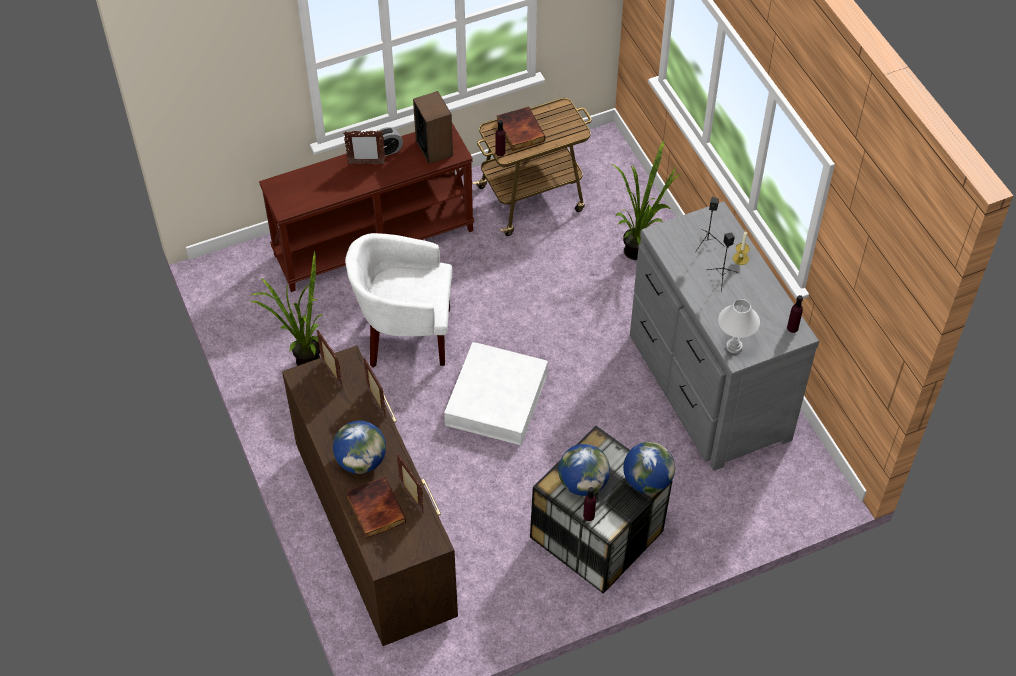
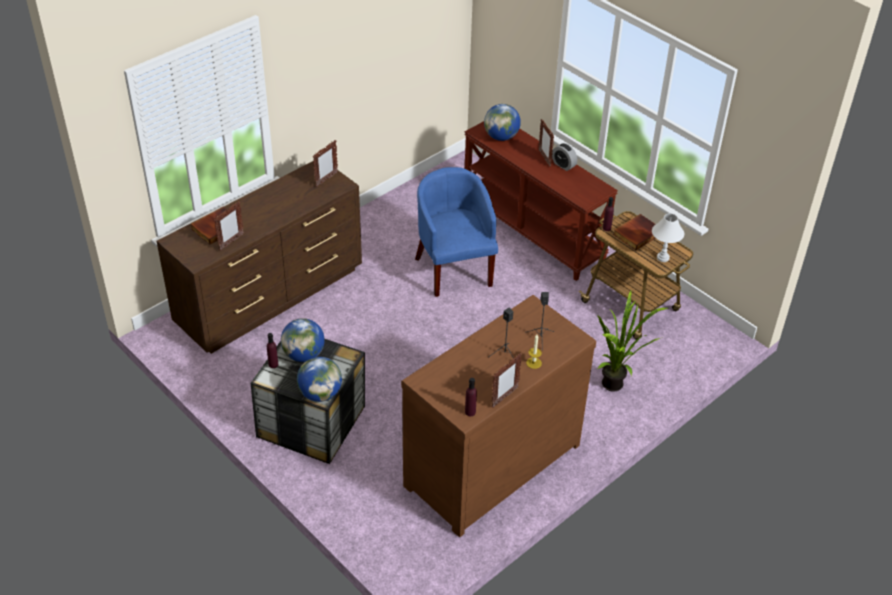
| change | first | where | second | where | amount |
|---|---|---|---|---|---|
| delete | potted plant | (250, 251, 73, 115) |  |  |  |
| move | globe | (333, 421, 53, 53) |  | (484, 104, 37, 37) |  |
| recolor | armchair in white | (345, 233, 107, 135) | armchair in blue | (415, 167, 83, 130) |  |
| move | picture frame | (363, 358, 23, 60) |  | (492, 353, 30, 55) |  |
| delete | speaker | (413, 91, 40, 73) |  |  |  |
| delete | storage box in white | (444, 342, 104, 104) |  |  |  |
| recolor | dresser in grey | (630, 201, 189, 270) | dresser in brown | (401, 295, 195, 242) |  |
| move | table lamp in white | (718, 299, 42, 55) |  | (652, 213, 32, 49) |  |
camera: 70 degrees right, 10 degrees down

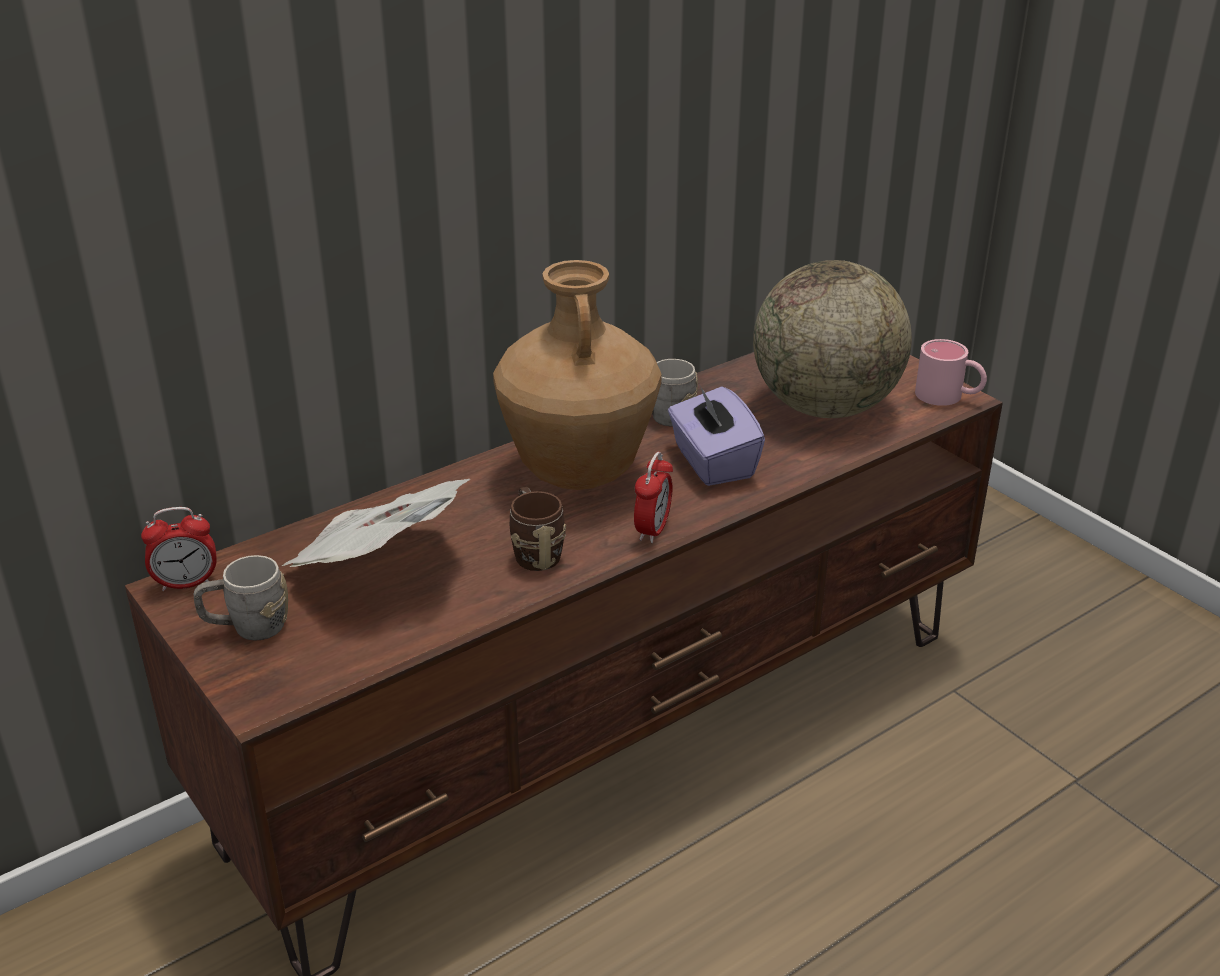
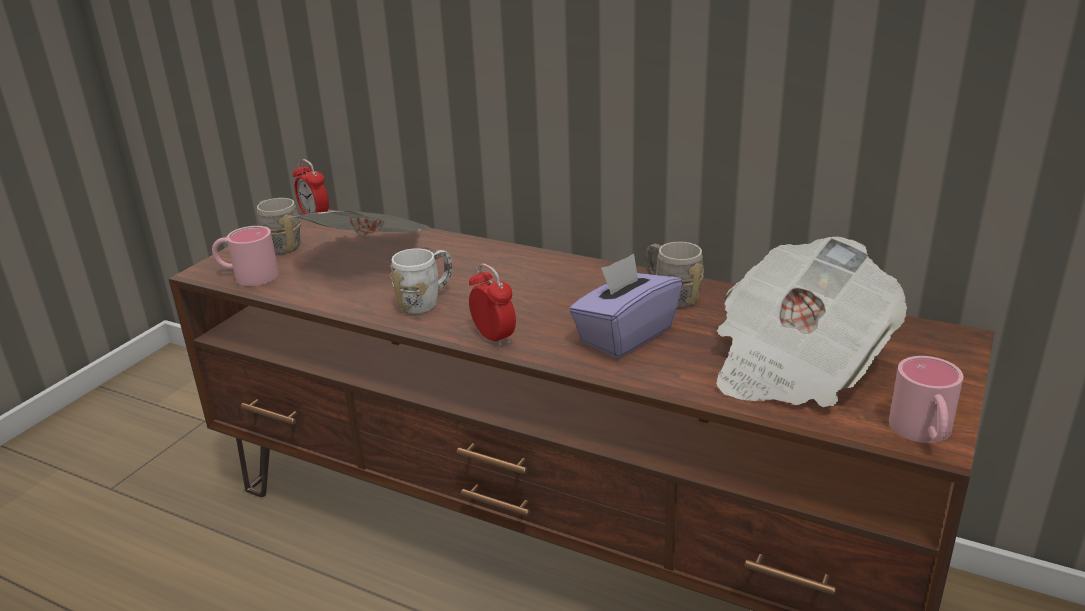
| change | first | where | second | where | amount |
|---|---|---|---|---|---|
| delete | vase in brown | (493, 260, 169, 230) |  |  |  |
| recolor | mug in brown | (510, 487, 56, 84) | mug in white | (391, 248, 61, 66) |  |
| rotate | alarm clock | (634, 452, 39, 91) |  | (469, 264, 47, 83) | 120 degrees counterclockwise |
| replace | globe | (753, 260, 159, 158) | newspaper | (716, 236, 191, 171) |  |
| insert |  |  | mug in pink | (212, 226, 67, 60) |  |
camera: 65 degrees right, 5 degrees down

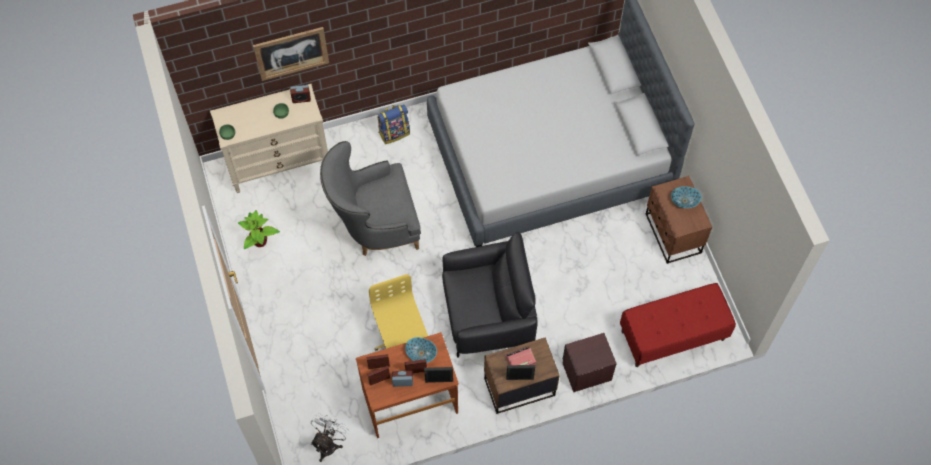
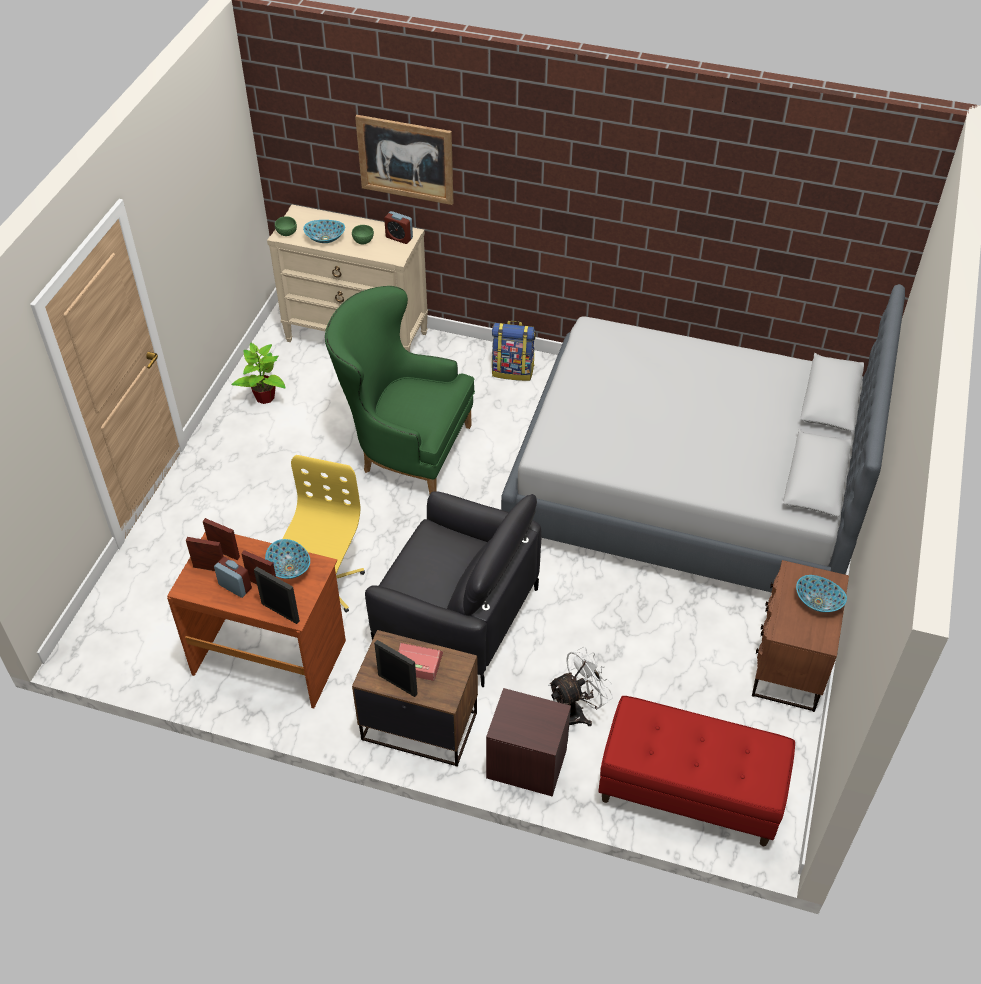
| change | first | where | second | where | amount |
|---|---|---|---|---|---|
| move | fan in white | (311, 413, 38, 49) |  | (548, 647, 65, 79) |  |
| recolor | armchair in grey | (320, 141, 101, 115) | armchair in green | (325, 286, 150, 208) |  |
| insert |  |  | bowl | (303, 220, 42, 23) |  |
camera: 35 degrees right, 15 degrees down

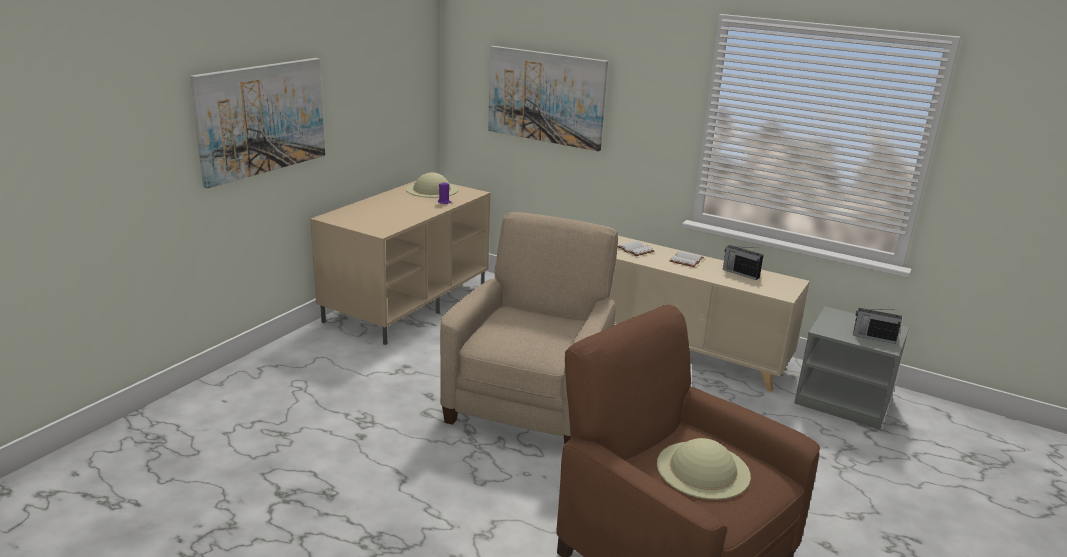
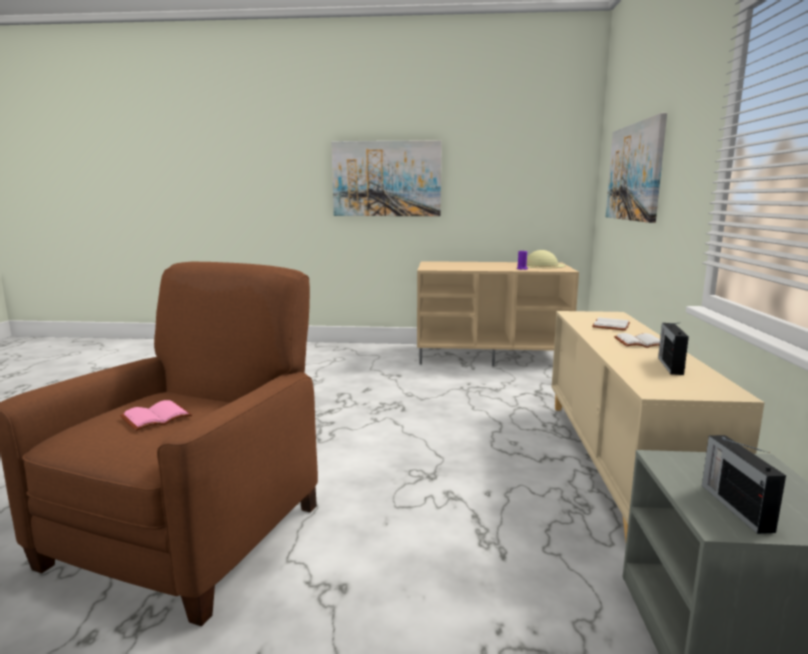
| change | first | where | second | where | amount |
|---|---|---|---|---|---|
| delete | armchair in beige | (440, 212, 178, 232) |  |  |  |
| replace | hat in beige | (657, 438, 94, 62) | book in pink | (120, 400, 72, 31) |  |
camera: 65 degrees right, 10 degrees down

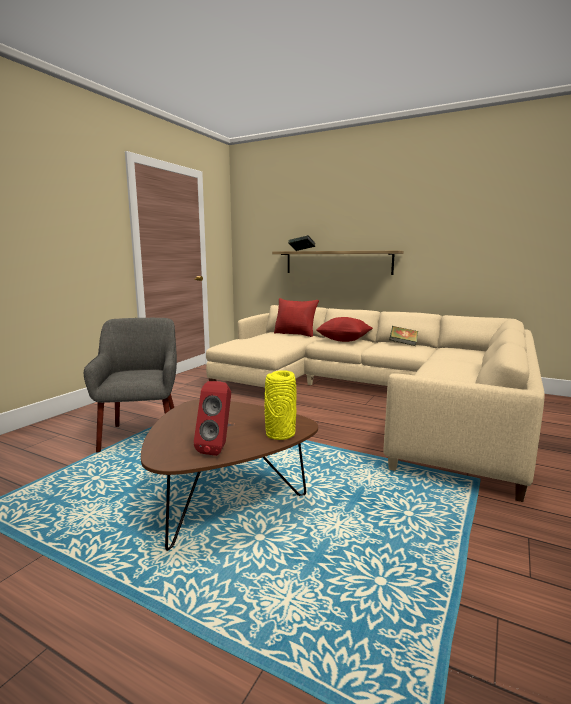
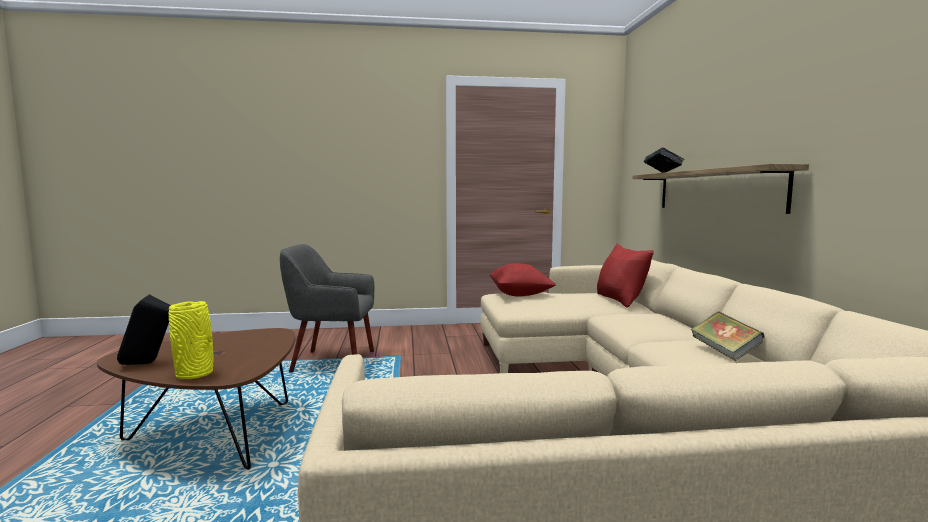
| change | first | where | second | where | amount |
|---|---|---|---|---|---|
| rotate | armchair in grey | (84, 318, 93, 135) |  | (280, 244, 94, 129) | 135 degrees counterclockwise |
| recolor | speaker in red | (194, 381, 37, 75) | speaker in black | (117, 294, 54, 71) |  |
| move | pillow in red | (316, 317, 57, 25) |  | (489, 263, 67, 34) |  |
camera: 55 degrees right, 5 degrees down

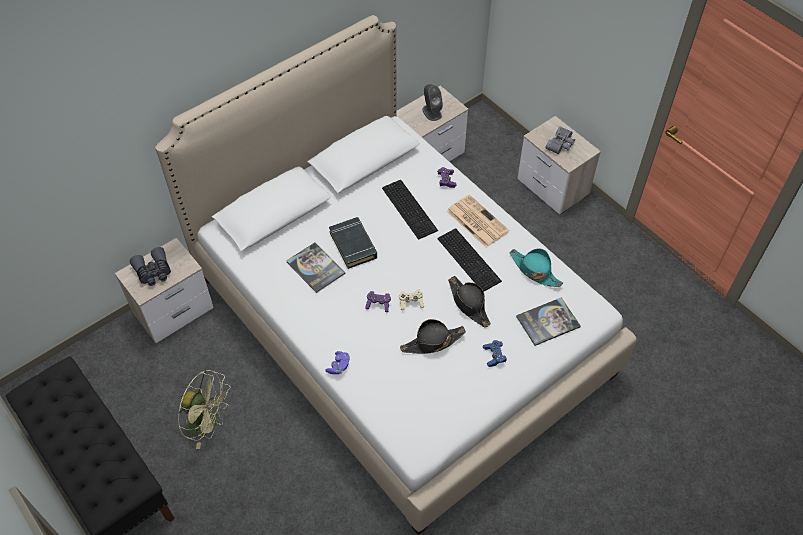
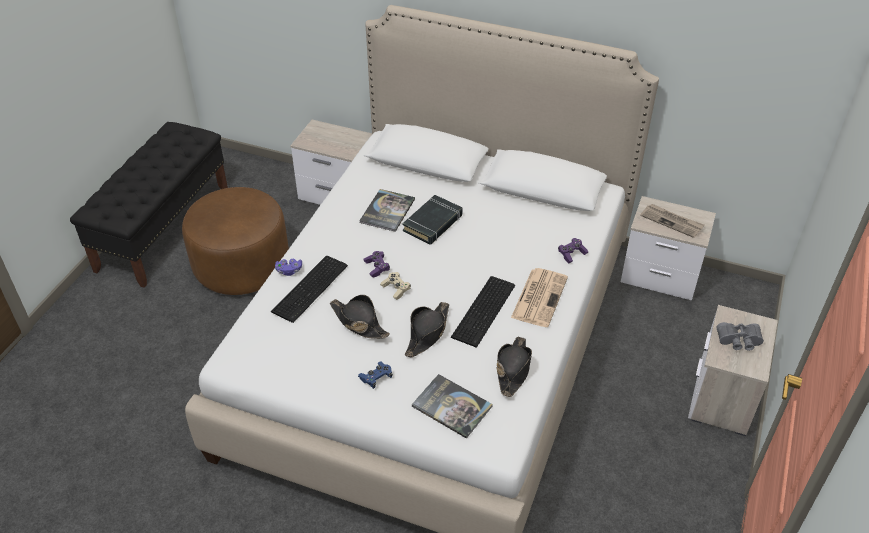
| change | first | where | second | where | amount |
|---|---|---|---|---|---|
| delete | binoculars in grey | (130, 247, 41, 39) |  |  |  |
| replace | fan in green | (178, 370, 53, 79) | ottoman in brown | (182, 187, 107, 108) |  |
| move | keyboard | (382, 180, 56, 60) |  | (271, 256, 77, 67) |  |
| replace | speaker in grey | (422, 84, 21, 37) | newspaper | (640, 204, 64, 34) |  |
| recolor | hat in turquoise | (509, 249, 54, 38) | hat in black | (497, 336, 35, 61) |  |
camera: 60 degrees right, 10 degrees down

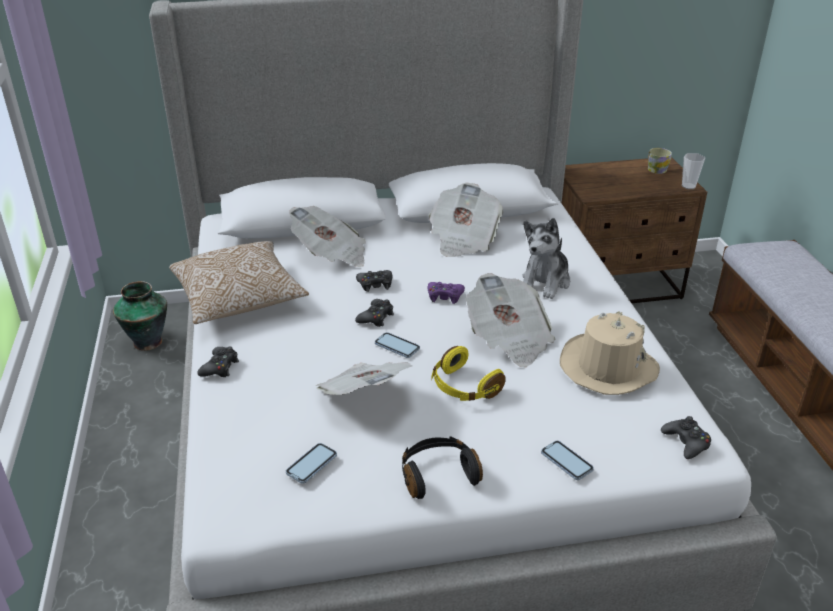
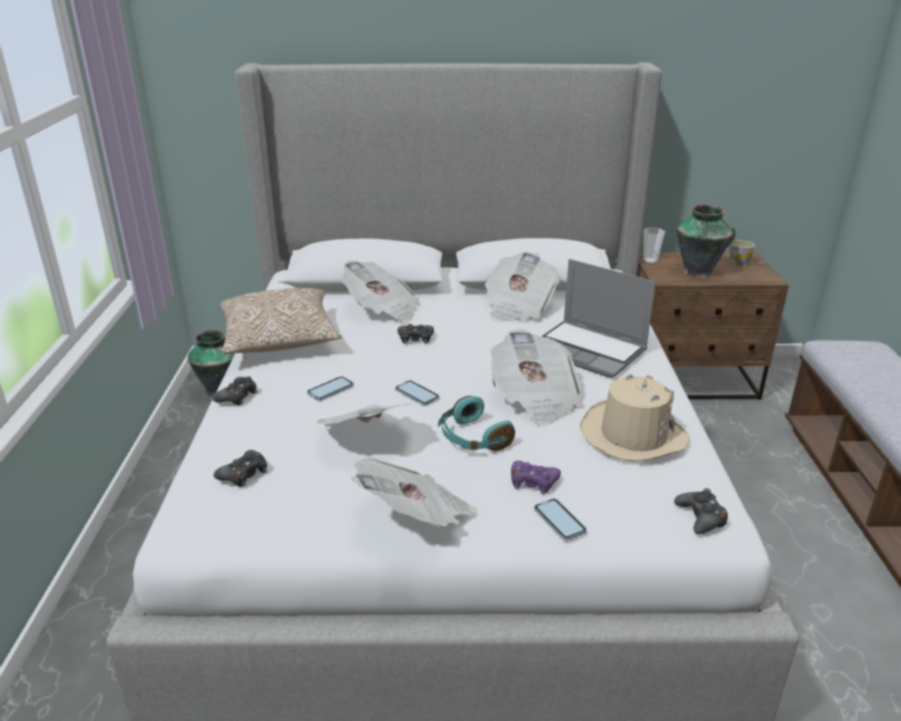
| change | first | where | second | where | amount |
|---|---|---|---|---|---|
| move | phone | (286, 443, 51, 41) |  | (307, 376, 47, 25) |  |
| move | game controller in black | (355, 299, 39, 28) |  | (214, 450, 53, 37) |  |
| replace | headphones in black | (402, 437, 81, 62) | newspaper | (351, 458, 126, 70) |  |
| move | game controller in purple | (428, 282, 37, 22) |  | (511, 461, 50, 34) |  |
| recolor | headphones in yellow | (431, 346, 75, 55) | headphones in turquoise | (438, 396, 77, 55) |  |
| replace | plush toy | (522, 218, 48, 81) | laptop | (541, 259, 115, 119) |  |
| move | cup | (682, 153, 23, 36) |  | (644, 227, 21, 36) |  |
| insert |  |  | vase | (677, 205, 59, 73) |  |
camera: 10 degrees right, 5 degrees down

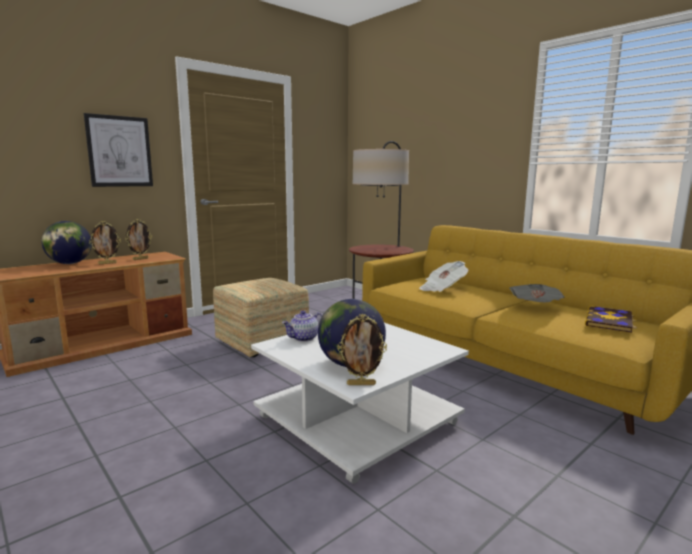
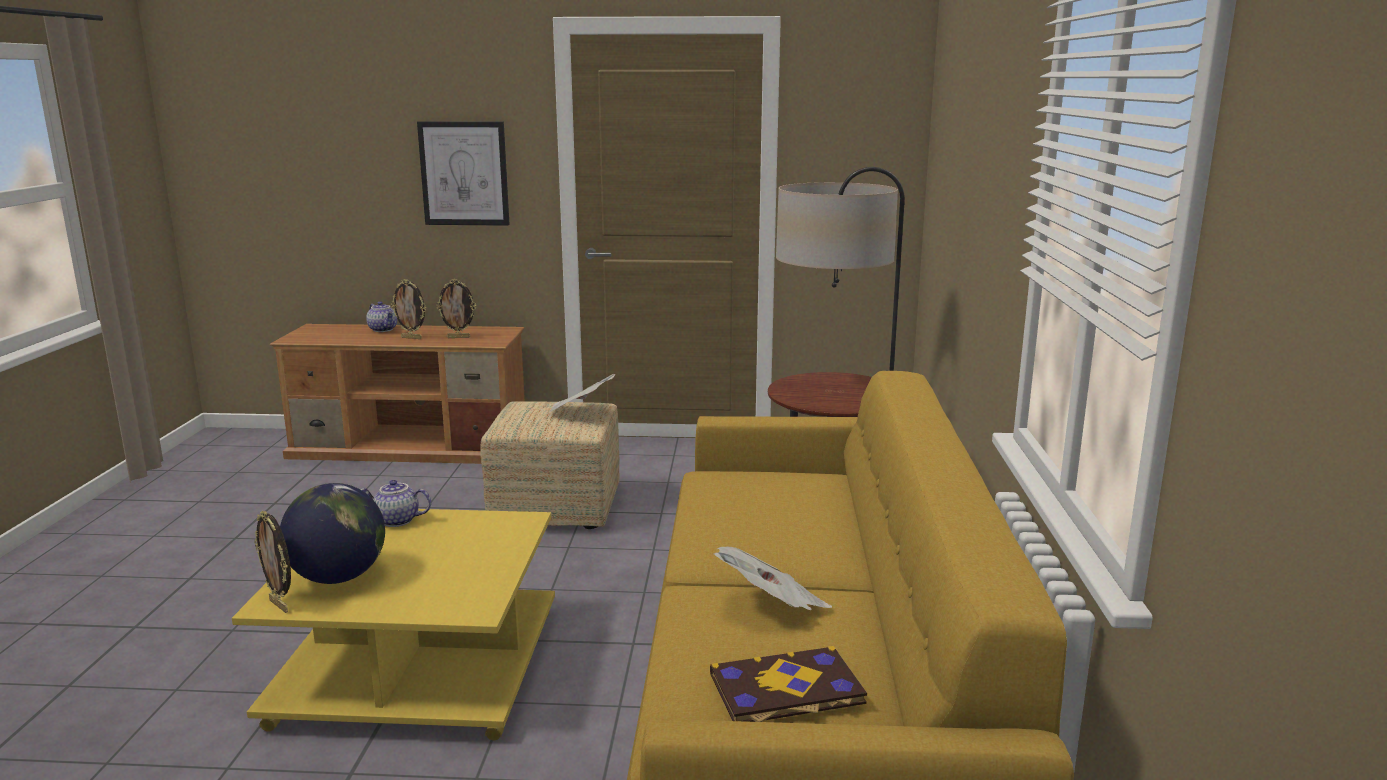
| change | first | where | second | where | amount |
|---|---|---|---|---|---|
| replace | globe | (42, 221, 50, 43) | teapot | (366, 301, 31, 31) |  |
| recolor | coffee table in white | (251, 323, 218, 161) | coffee table in yellow | (232, 509, 323, 231) |  |
| move | newspaper | (419, 261, 49, 31) |  | (549, 374, 67, 38) |  |
camera: 45 degrees right, 5 degrees up

